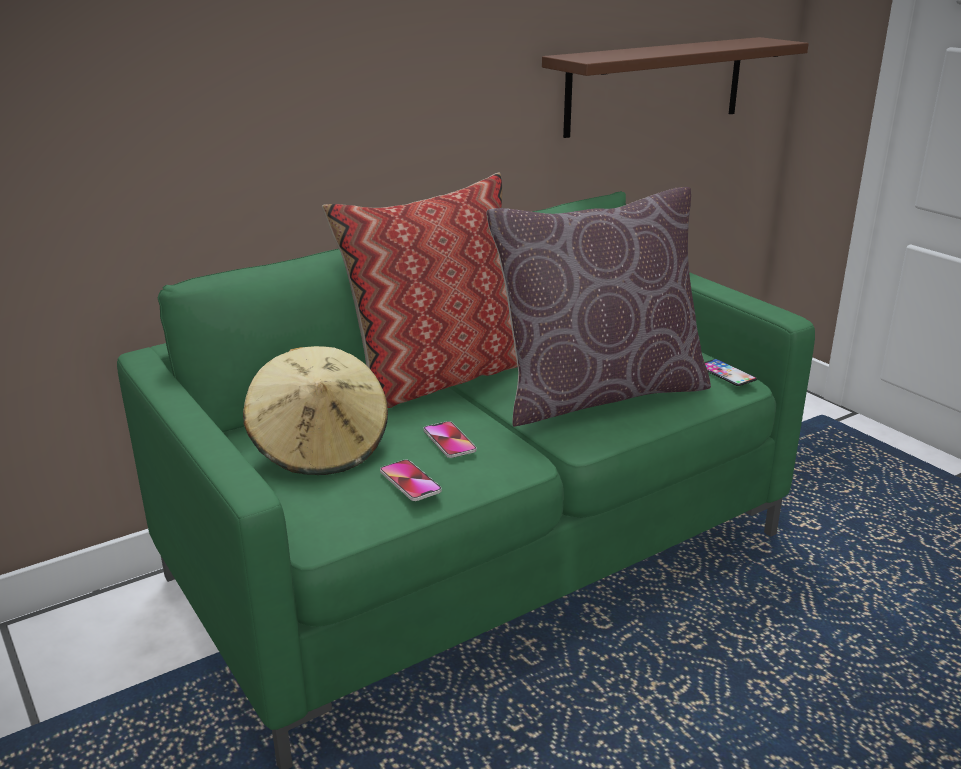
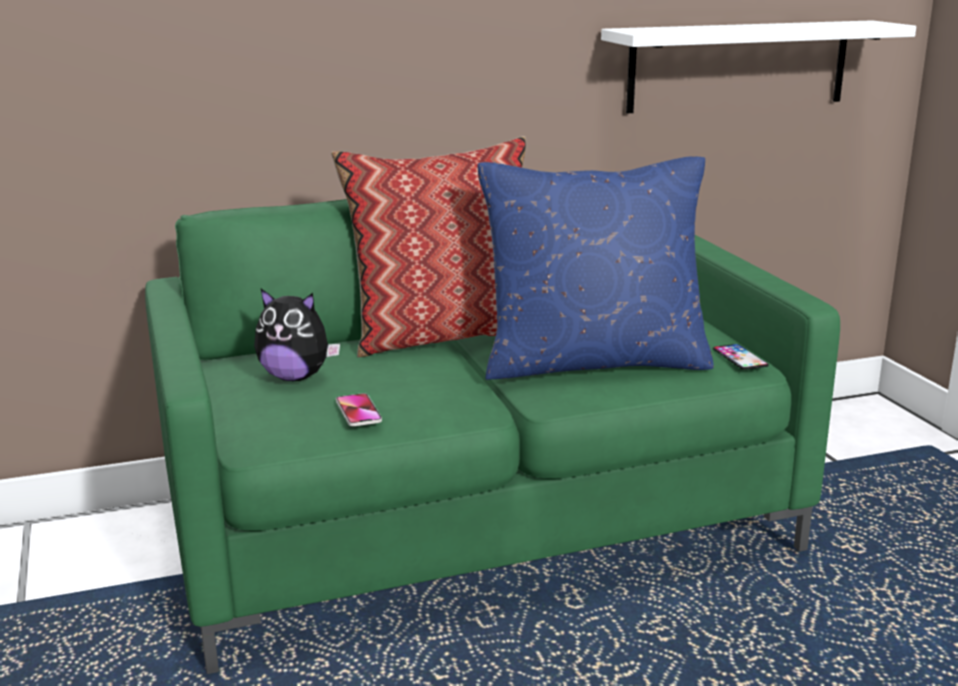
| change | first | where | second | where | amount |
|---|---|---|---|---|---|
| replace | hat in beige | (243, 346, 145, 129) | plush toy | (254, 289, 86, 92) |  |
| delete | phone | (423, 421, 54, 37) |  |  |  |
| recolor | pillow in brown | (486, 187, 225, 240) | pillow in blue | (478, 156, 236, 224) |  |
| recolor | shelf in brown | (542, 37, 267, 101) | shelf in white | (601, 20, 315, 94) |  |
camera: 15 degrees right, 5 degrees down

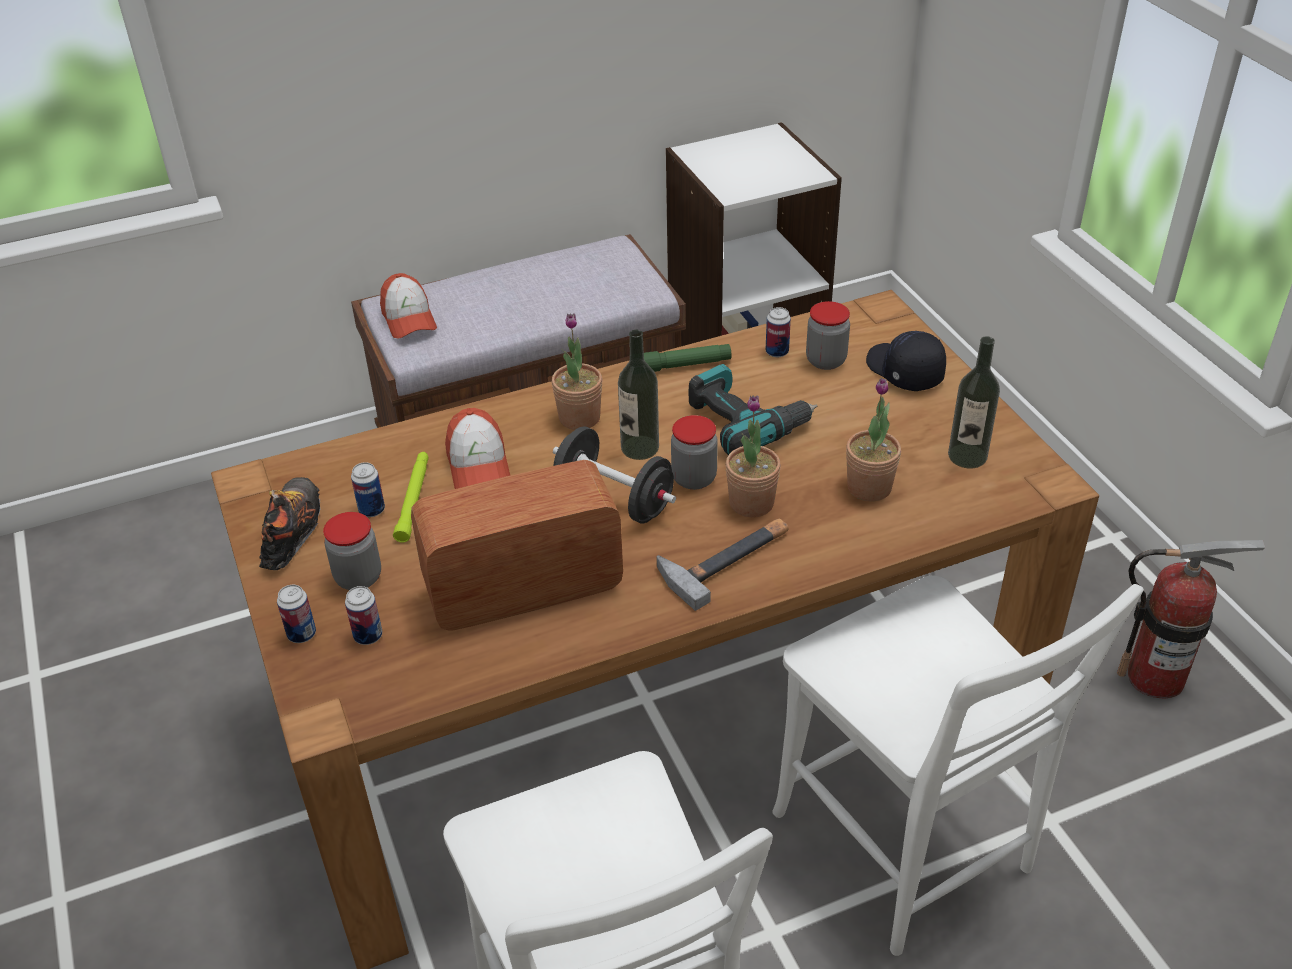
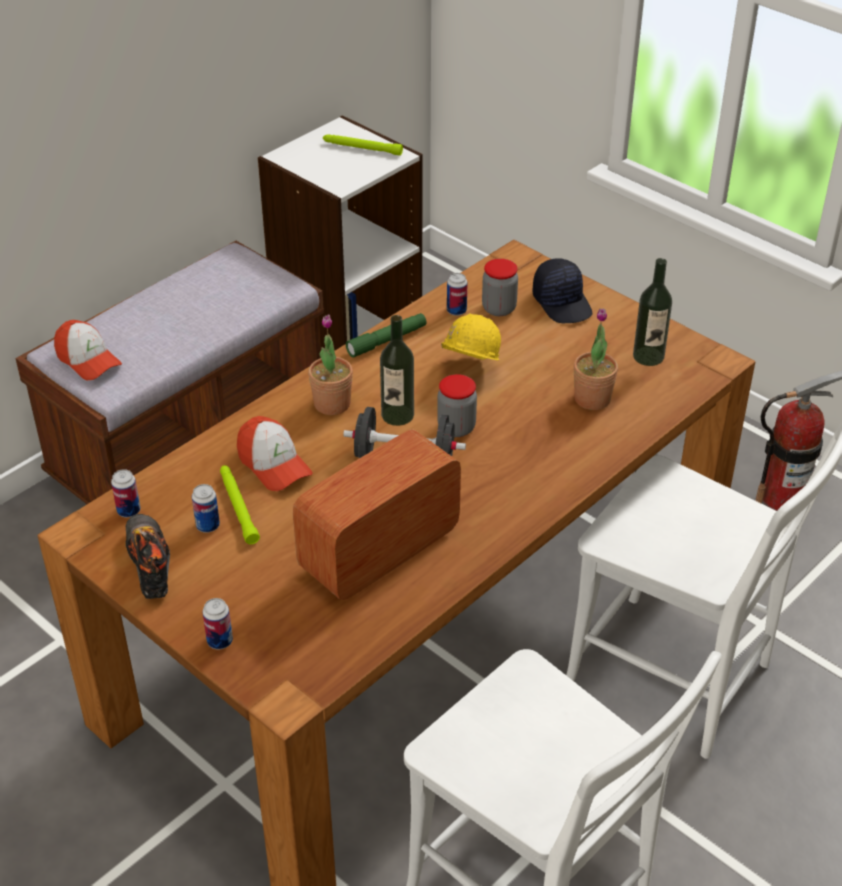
| change | first | where | second | where | amount |
|---|---|---|---|---|---|
| delete | jar | (323, 512, 58, 78) |  |  |  |
| move | can | (345, 586, 37, 59) |  | (111, 469, 30, 49) |  |
| delete | hammer | (656, 519, 133, 92) |  |  |  |
| replace | power drill | (689, 364, 128, 91) | hard hat in yellow | (441, 313, 60, 47) |  |
| delete | potted plant | (725, 395, 56, 122) |  |  |  |
| rotate | cap in black | (866, 331, 80, 60) |  | (533, 259, 59, 64) | 150 degrees counterclockwise |
| insert |  |  | flashlight in green | (323, 134, 80, 22) |  |
camera: 25 degrees left, 0 degrees up

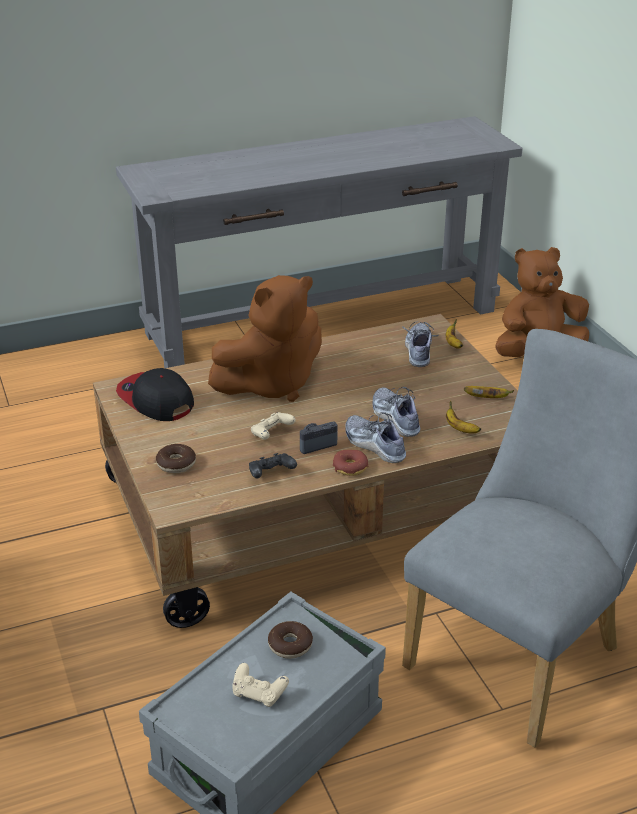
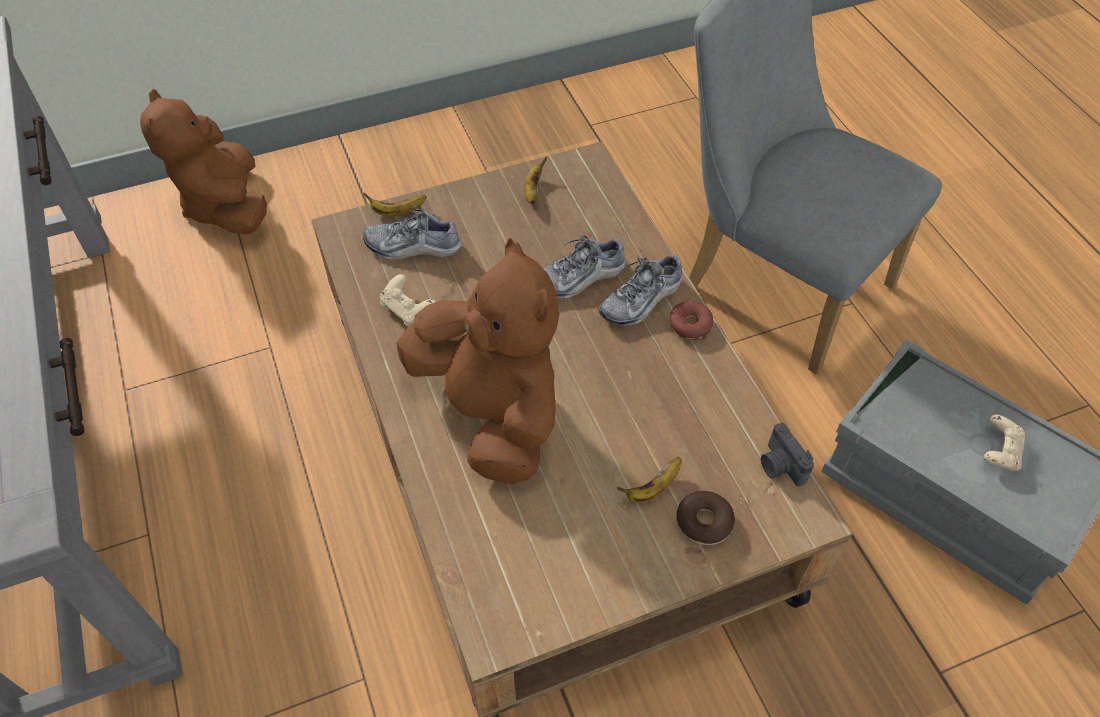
| change | first | where | second | where | amount |
|---|---|---|---|---|---|
| delete | cap | (116, 368, 78, 53) |  |  |  |
| delete | game controller in black | (249, 453, 48, 26) |  |  |  |
| move | game controller in beige | (251, 412, 45, 28) |  | (380, 274, 56, 52) |  |
| delete | donut | (268, 621, 45, 38) |  |  |  |
| move | photo camera | (300, 422, 37, 32) |  | (761, 423, 53, 63) |  |
| move | banana | (446, 401, 35, 33) |  | (617, 457, 65, 46) |  |
camera: 90 degrees left, 20 degrees up

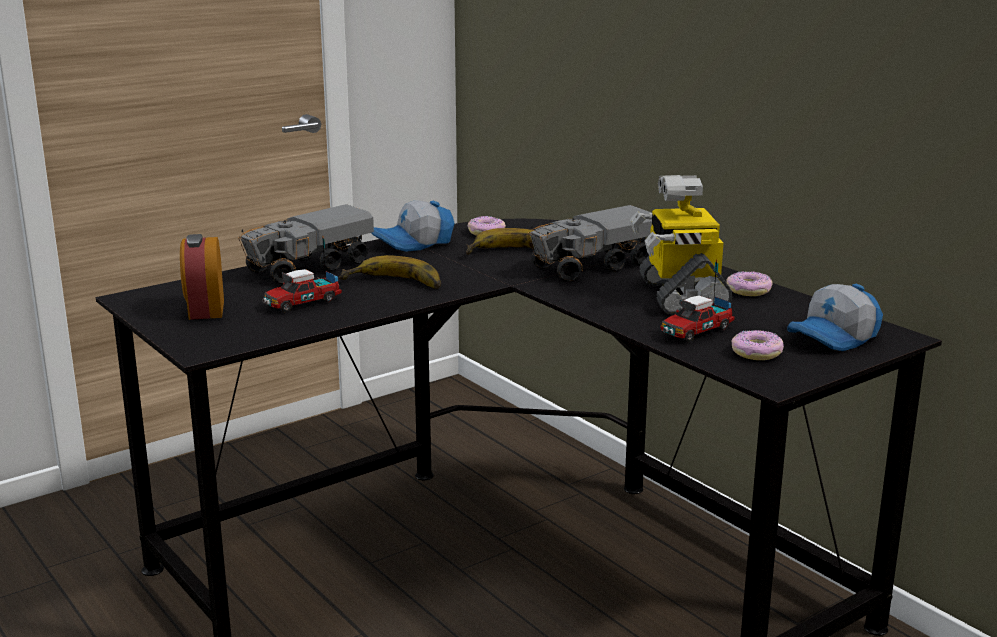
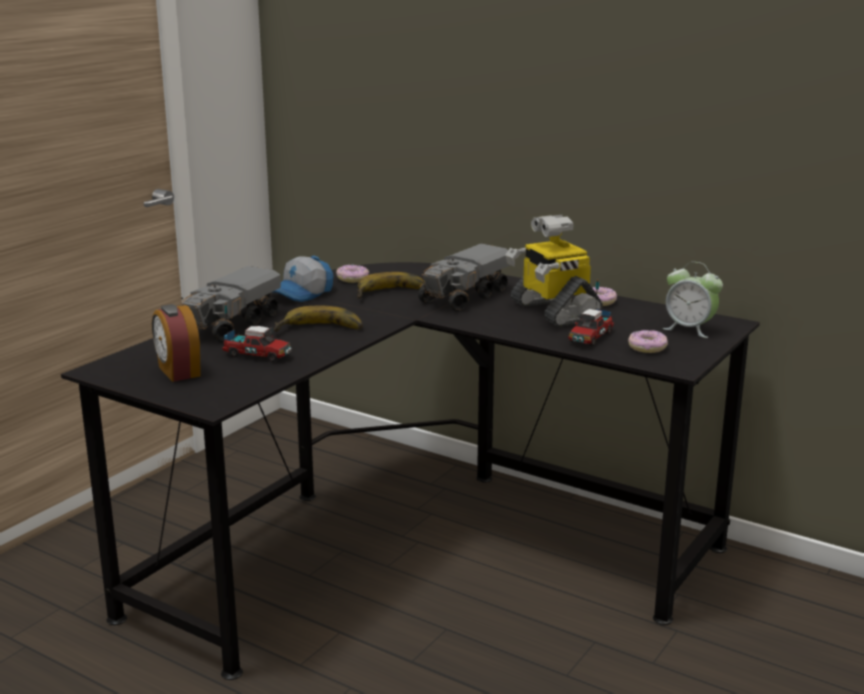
| change | first | where | second | where | amount |
|---|---|---|---|---|---|
| rotate | toy truck | (262, 236, 80, 76) |  | (222, 305, 70, 57) | 105 degrees counterclockwise |
| replace | cap | (787, 283, 96, 68) | alarm clock | (663, 262, 60, 76) |  |
camera: 20 degrees left, 0 degrees up

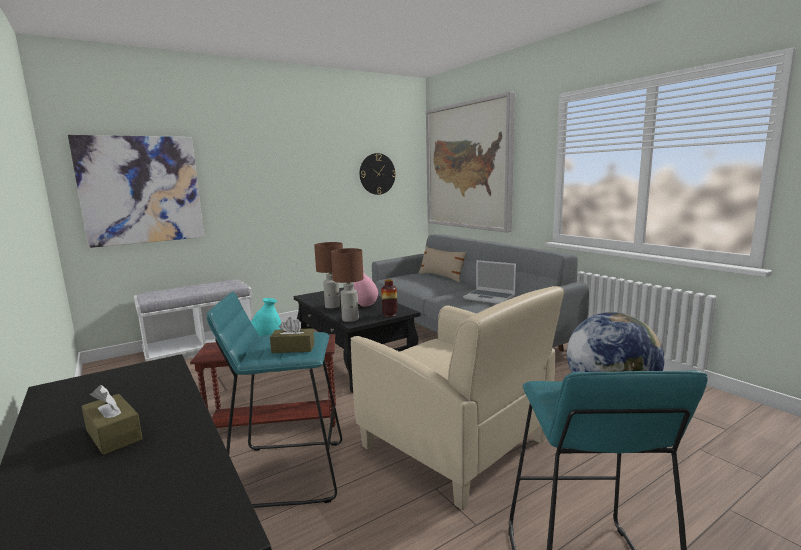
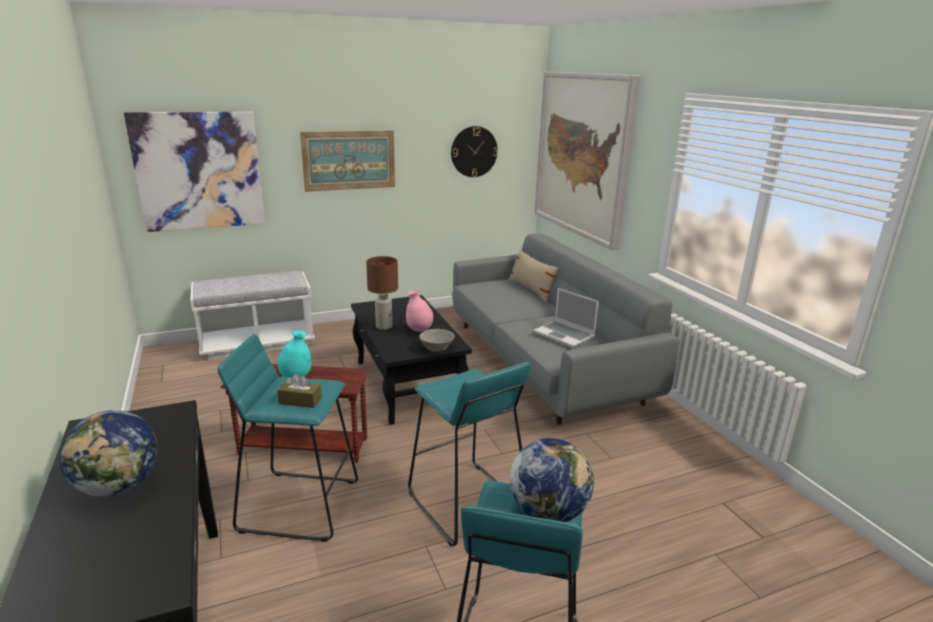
| change | first | where | second | where | amount |
|---|---|---|---|---|---|
| replace | tissue box in brown | (81, 385, 62, 70) | globe | (60, 410, 97, 87) |  |
| delete | table lamp in brown | (331, 248, 32, 74) |  |  |  |
| replace | armchair in beige | (351, 286, 213, 224) | stool in turquoise | (408, 362, 123, 184) |  |
| replace | vase | (381, 279, 16, 38) | bowl in grey | (419, 329, 36, 23) |  |
| insert |  |  | picture | (300, 130, 95, 62) |  |
camera: 10 degrees right, 10 degrees up

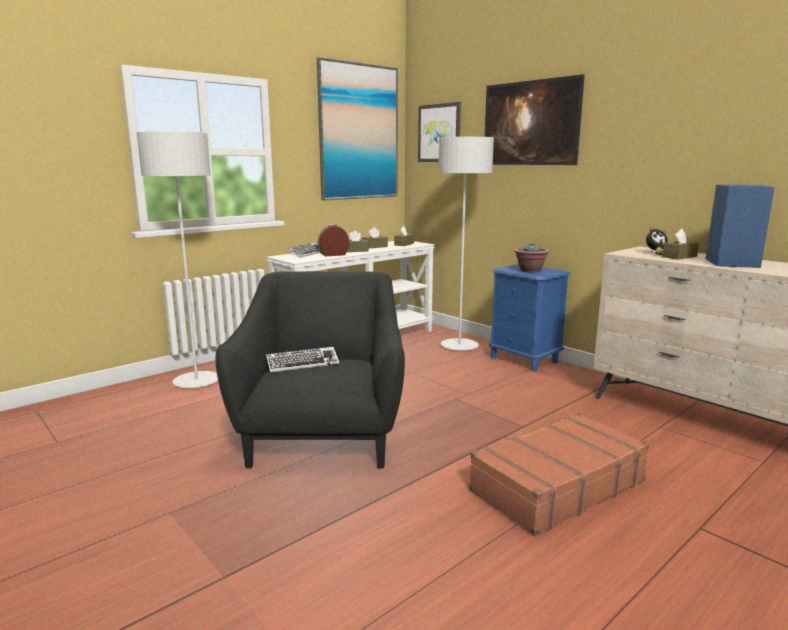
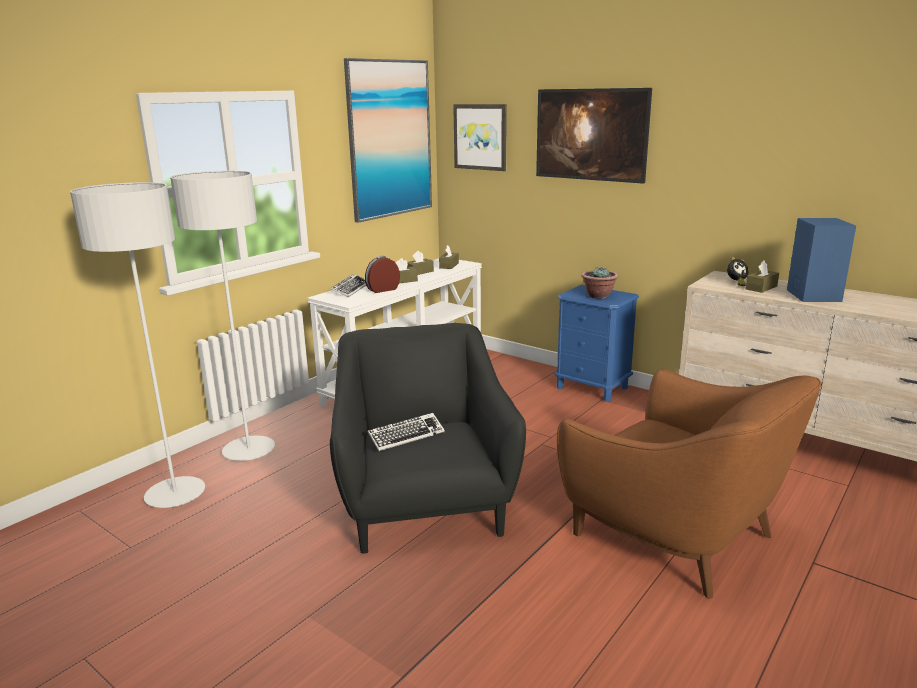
| change | first | where | second | where | amount |
|---|---|---|---|---|---|
| move | floor lamp in grey | (438, 137, 56, 214) |  | (70, 182, 135, 326) |  |
| replace | suitcase in brown | (469, 413, 181, 123) | armchair in brown | (557, 369, 264, 230) |  |
camera: 10 degrees left, 5 degrees up

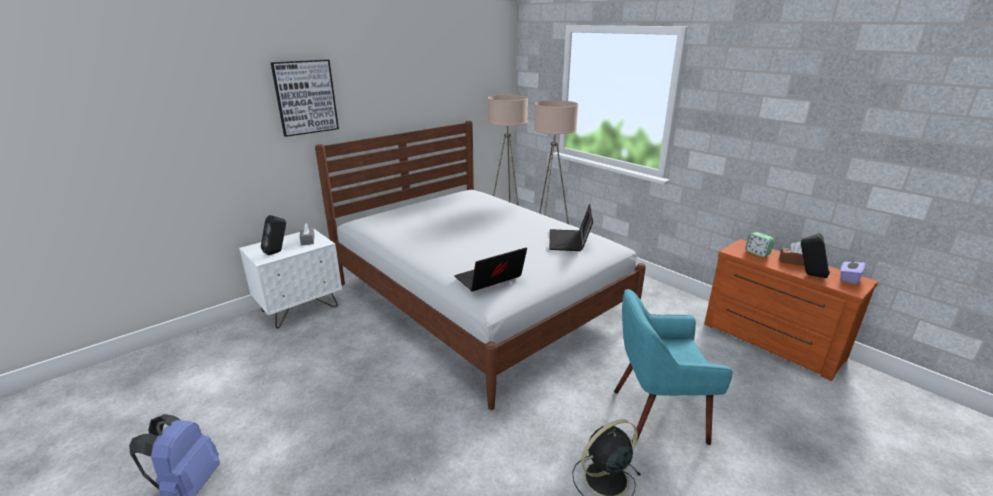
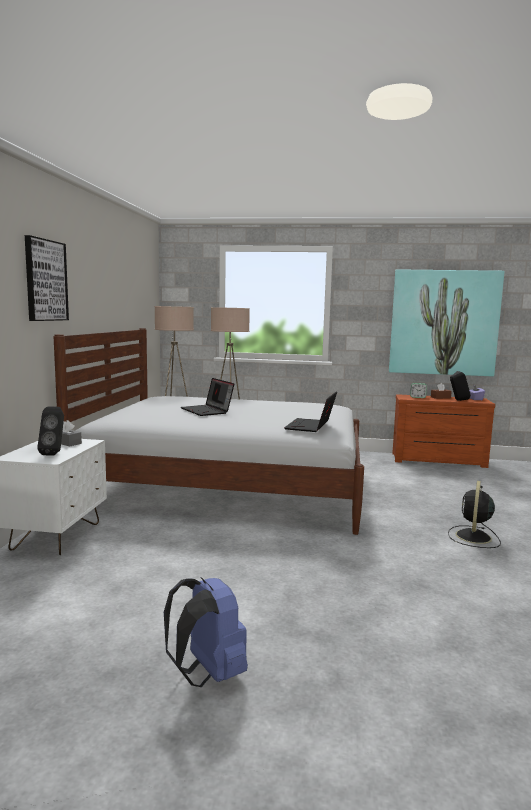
| change | first | where | second | where | amount |
|---|---|---|---|---|---|
| move | laptop | (549, 204, 44, 47) |  | (181, 378, 53, 38) |  |
| delete | armchair in turquoise | (614, 289, 118, 156) |  |  |  |
| insert |  |  | picture | (389, 269, 116, 108) |  |
camera: 40 degrees left, 15 degrees down

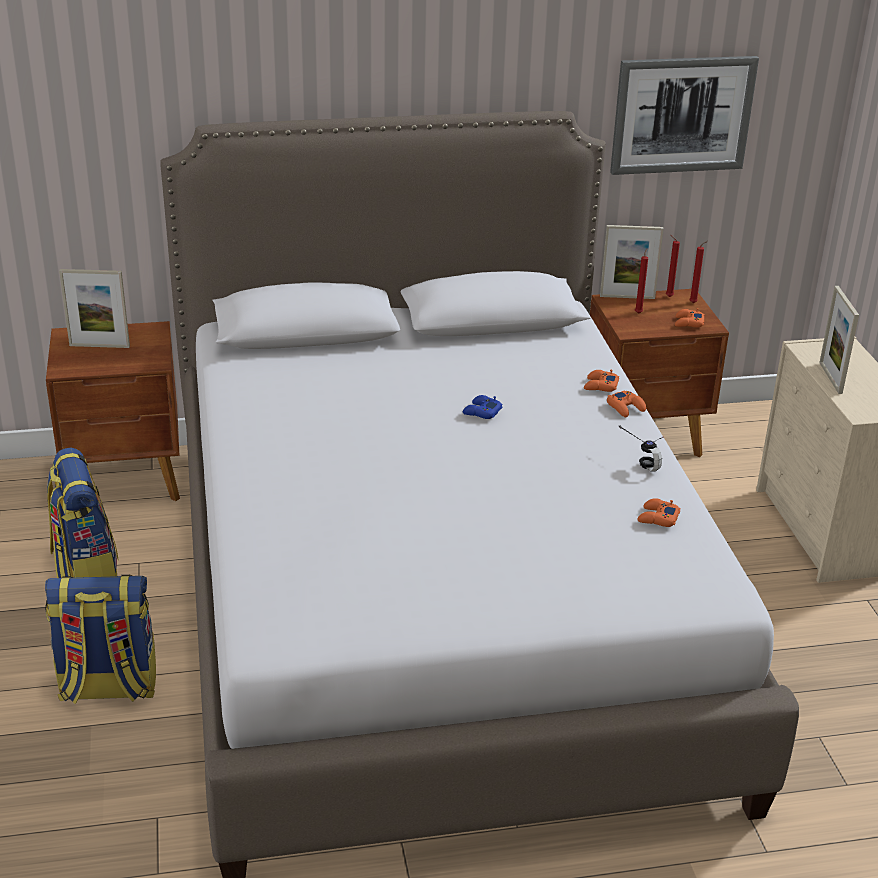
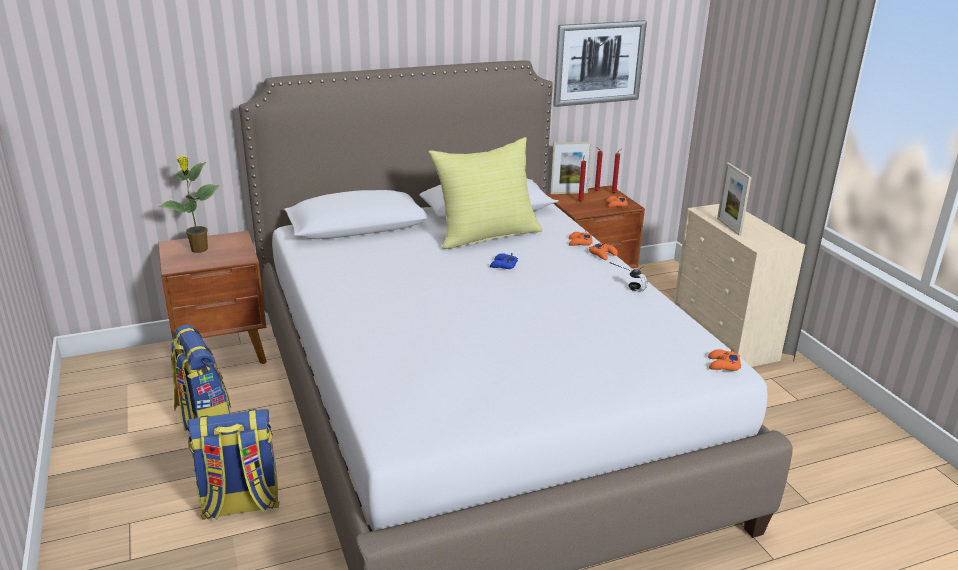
| change | first | where | second | where | amount |
|---|---|---|---|---|---|
| replace | picture frame | (59, 269, 71, 79) | potted plant | (159, 157, 61, 96) |  |
| move | game controller in orange | (637, 498, 44, 29) |  | (708, 349, 33, 22) |  |
| insert |  |  | pillow in yellow | (428, 137, 114, 112) |  |
camera: 10 degrees left, 5 degrees down

